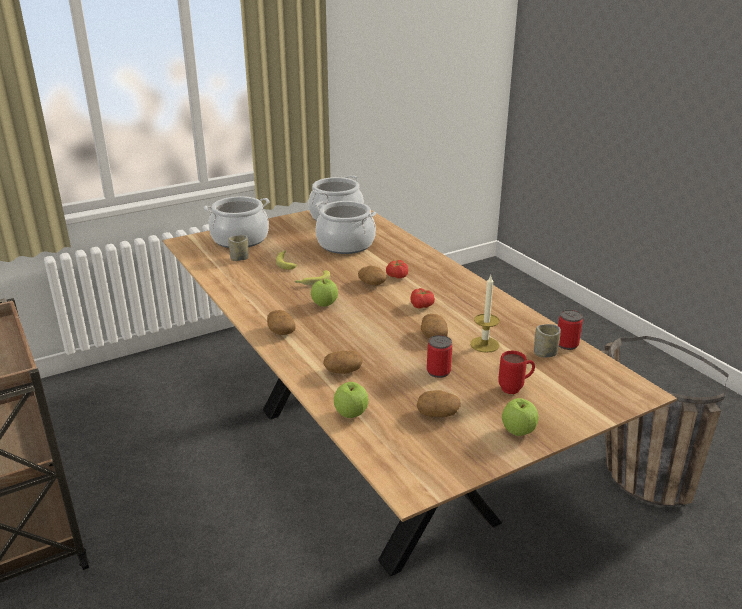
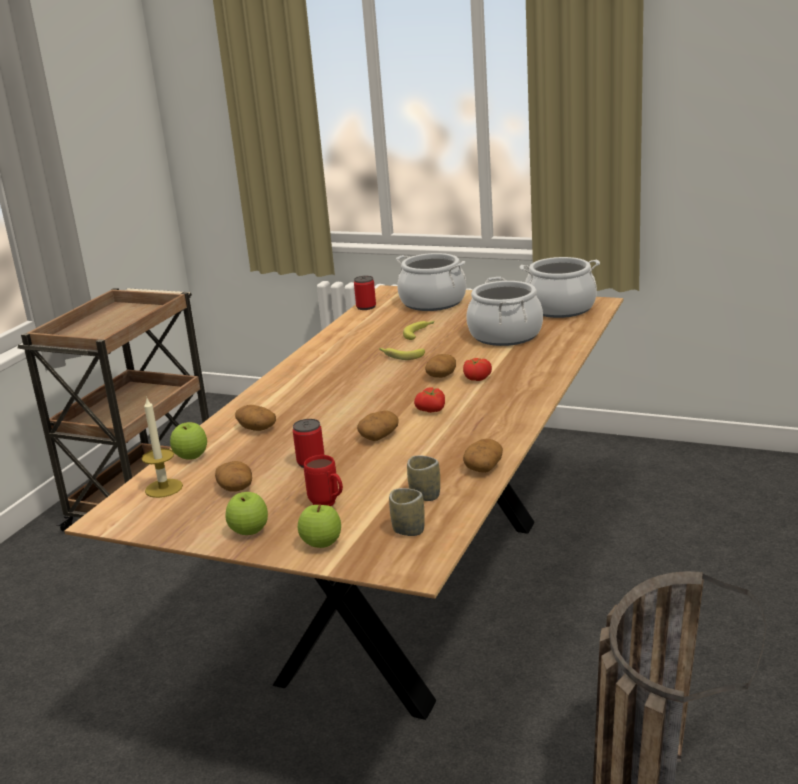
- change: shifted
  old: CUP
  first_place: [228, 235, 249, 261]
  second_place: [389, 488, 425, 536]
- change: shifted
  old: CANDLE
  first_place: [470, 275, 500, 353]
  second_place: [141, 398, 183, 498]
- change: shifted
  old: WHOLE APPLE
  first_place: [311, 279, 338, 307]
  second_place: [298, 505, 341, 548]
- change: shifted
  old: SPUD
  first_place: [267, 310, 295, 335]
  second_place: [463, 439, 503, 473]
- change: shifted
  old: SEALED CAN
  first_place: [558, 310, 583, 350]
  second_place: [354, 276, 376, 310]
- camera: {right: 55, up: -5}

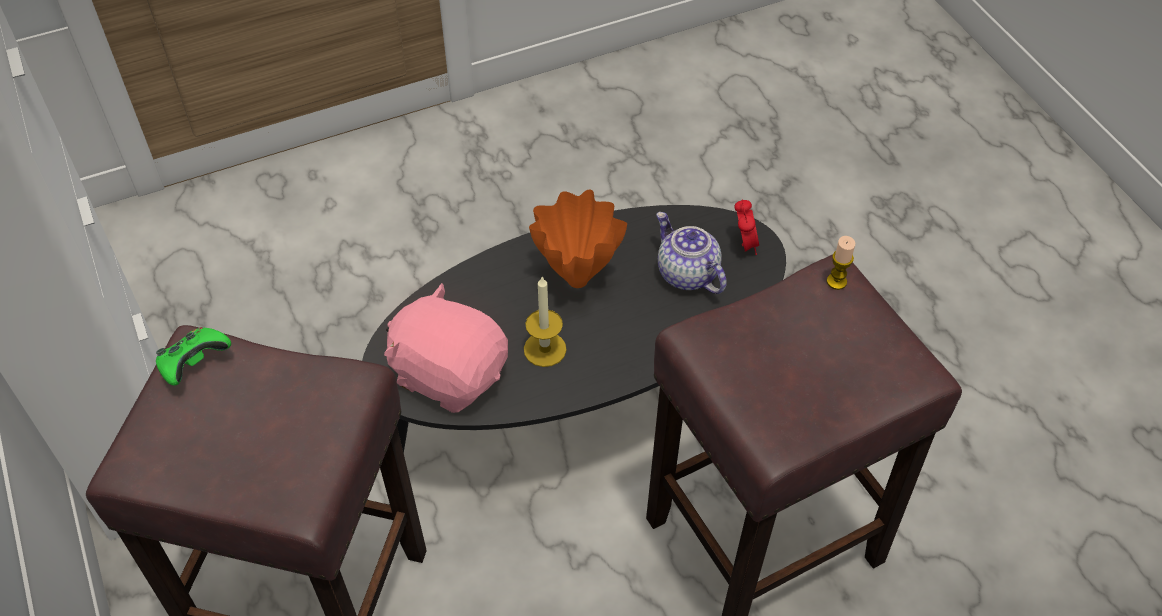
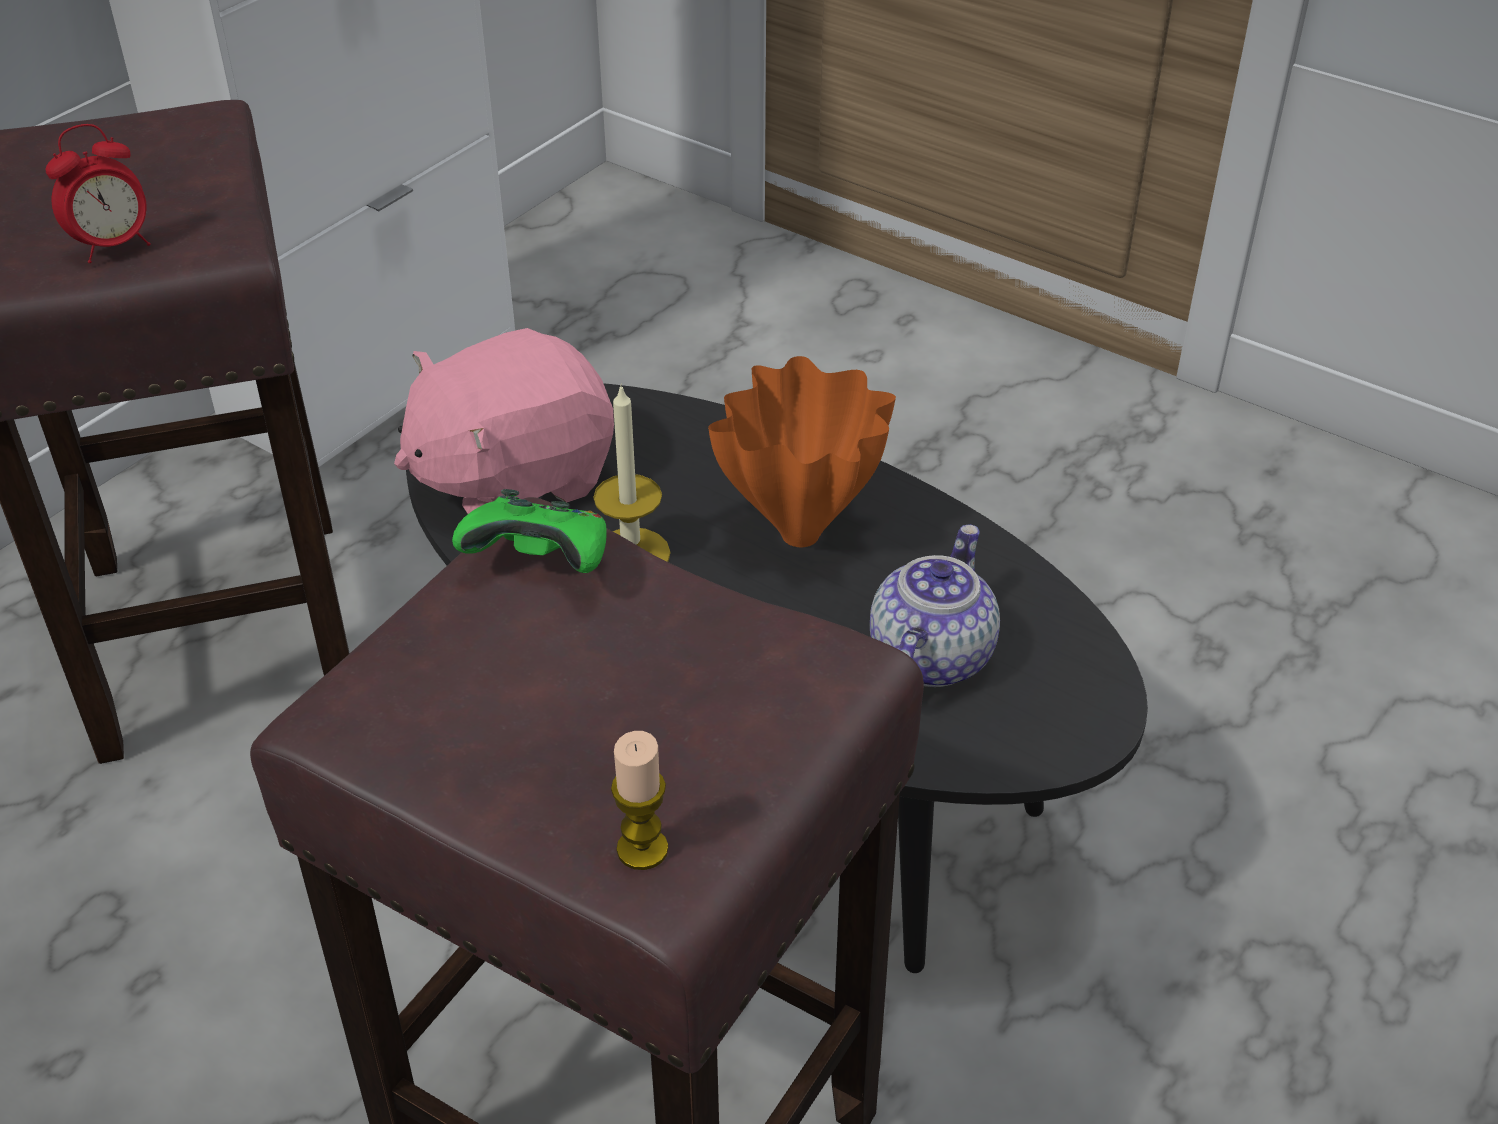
- change: shifted
  old: ALARM CLOCK
  first_place: [735, 200, 759, 255]
  second_place: [45, 124, 150, 263]
- change: shifted
  old: CANDLE
  first_place: [827, 236, 855, 290]
  second_place: [611, 731, 668, 870]
- change: rotated
  old: PINK PLUSH TOY
  first_place: [384, 283, 508, 413]
  second_place: [394, 328, 614, 514]
  degrees: -120
- change: shifted
  old: GREEN-COLOURED GAMEPAD
  first_place: [156, 327, 231, 386]
  second_place: [452, 489, 607, 573]
- camera: {right: 60, up: -10}

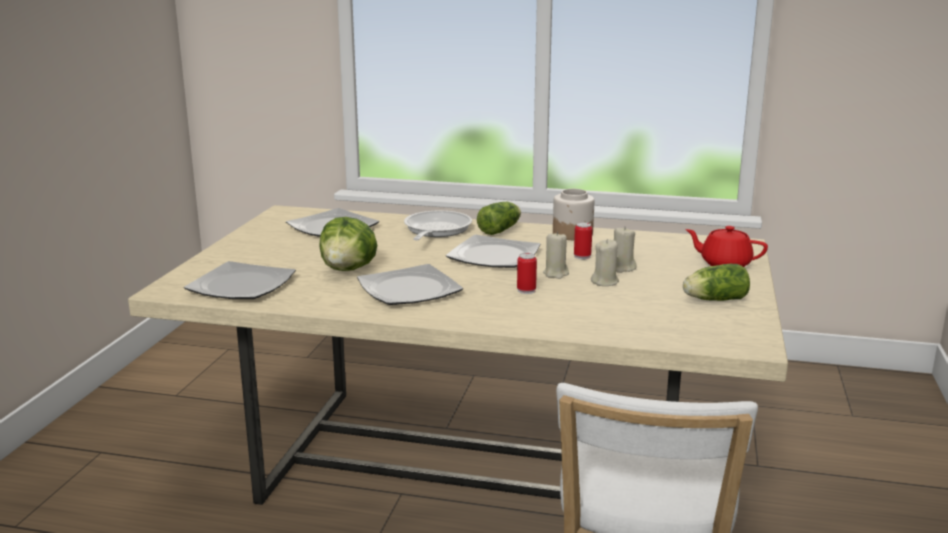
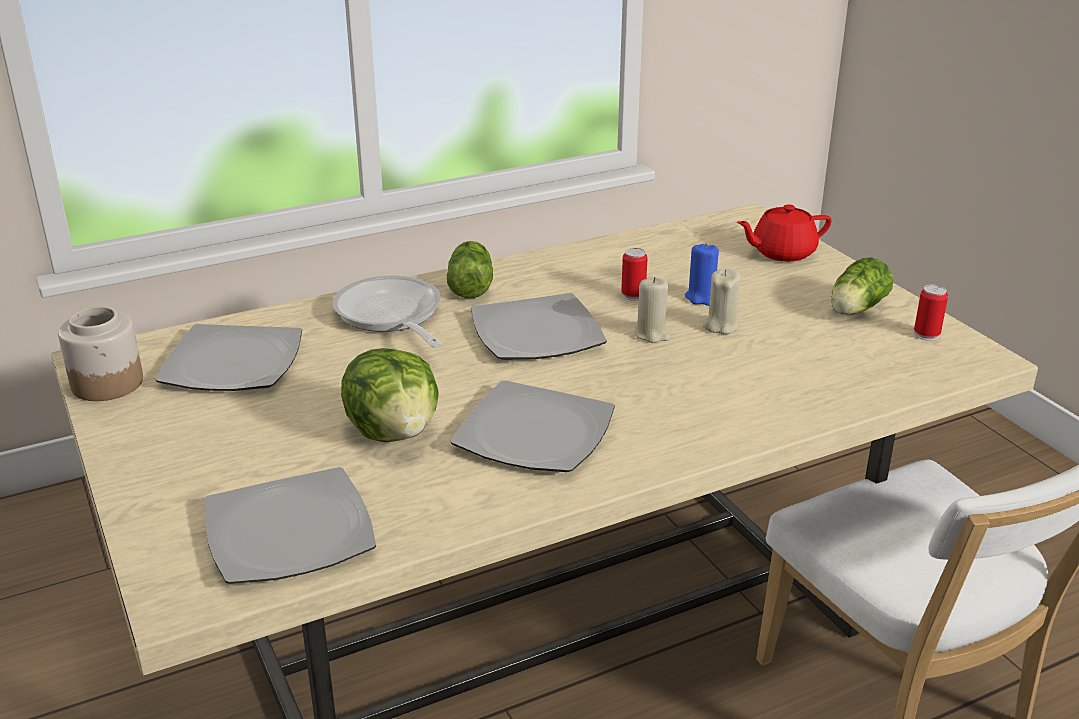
- change: shifted
  old: STORAGE JAR
  first_place: [553, 189, 595, 240]
  second_place: [58, 306, 143, 401]
- change: repainted
  old: BEIGE-COLOURED CANDLE
  new: BLUISH CANDLE
  first_place: [614, 227, 637, 273]
  second_place: [685, 243, 719, 306]
- change: shifted
  old: SEALED CAN
  first_place: [517, 253, 537, 294]
  second_place: [914, 284, 948, 341]
- camera: {right: -40, up: 10}

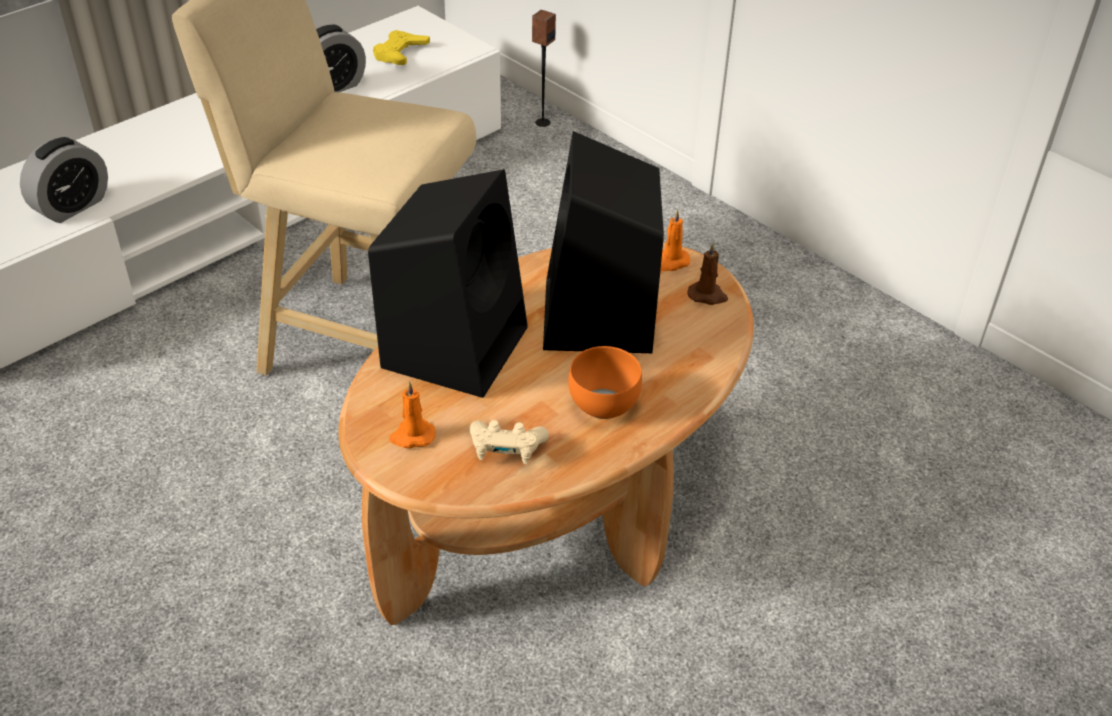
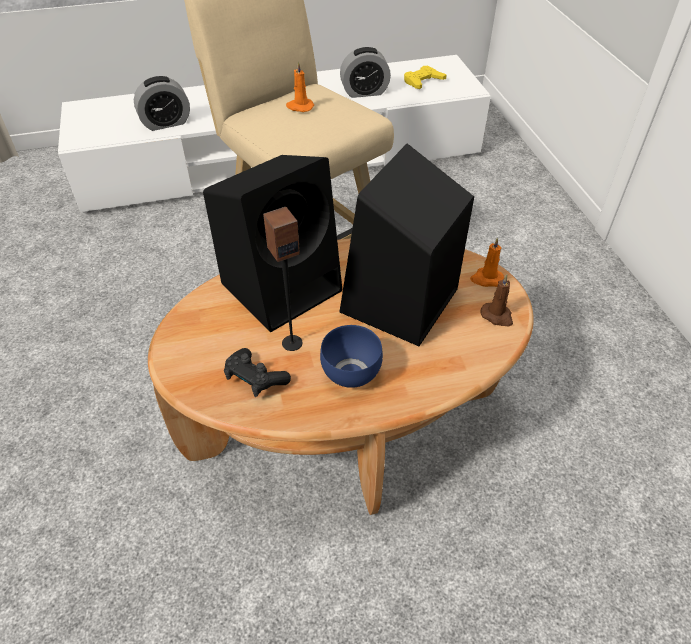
- change: shifted
  old: SPEAKER
  first_place: [532, 10, 556, 127]
  second_place: [263, 207, 303, 351]
- change: repainted
  old: ORANGE-COLOURED SERVING BOWL
  new: BLUISH SERVING BOWL
  first_place: [568, 346, 642, 419]
  second_place: [320, 325, 383, 388]
- change: shifted
  old: ORANGE-COLOURED CANDLE
  first_place: [389, 381, 436, 448]
  second_place: [286, 61, 314, 112]
- change: repainted
  old: BEIGE-COLOURED GAMEPAD
  new: BLACK GAMEPAD
  first_place: [469, 420, 549, 464]
  second_place: [224, 348, 291, 397]
- camera: {right: 30, up: 5}

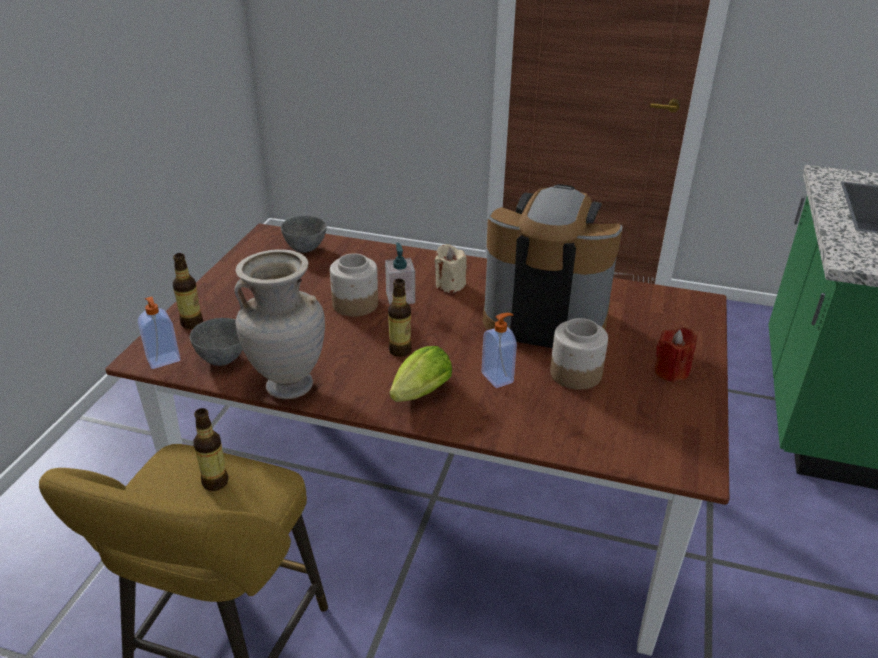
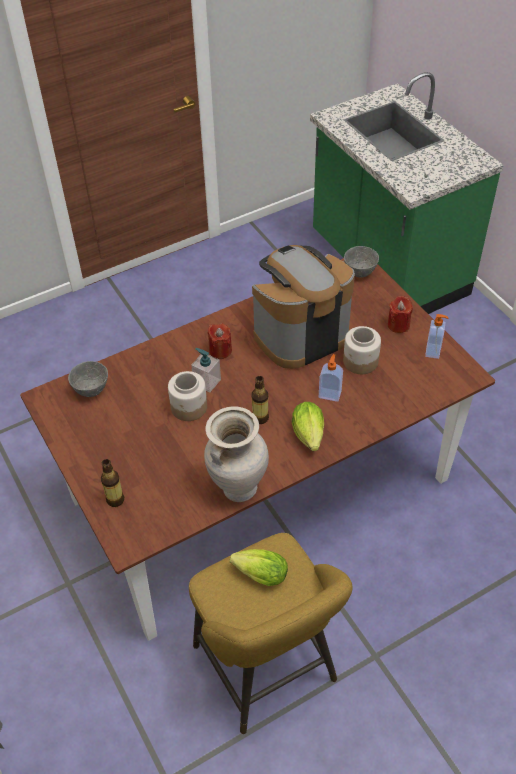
- change: repainted
  old: BEIGE-COLOURED CANDLE
  new: REDDISH CANDLE
  first_place: [435, 244, 467, 293]
  second_place: [208, 324, 232, 359]
- change: shifted
  old: LIQUID SOAP BOTTLE
  first_place: [138, 296, 180, 369]
  second_place: [425, 314, 449, 359]
- change: shifted
  old: GRAY SERVING BOWL
  first_place: [190, 318, 243, 366]
  second_place: [344, 246, 379, 278]
- change: swapped
  old: DRINK BOTTLE
  new: LETTUCE
  first_place: [193, 408, 229, 491]
  second_place: [230, 549, 288, 586]
- camera: {right: -45, up: 15}

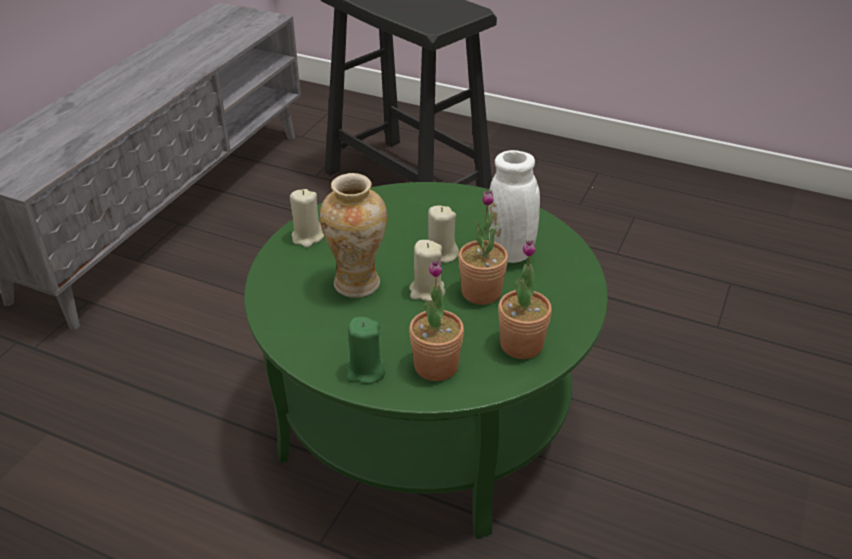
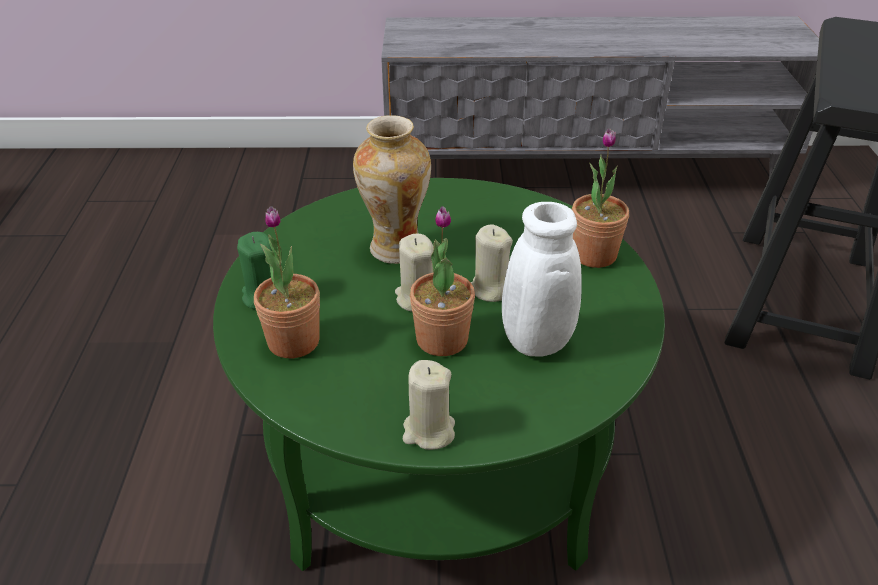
- change: shifted
  old: BEIGE-COLOURED CANDLE
  first_place: [290, 189, 324, 248]
  second_place: [403, 360, 455, 450]
- change: shifted
  old: HOUSEPLANT
  first_place: [498, 240, 552, 359]
  second_place: [572, 128, 629, 268]
- camera: {right: 65, up: 0}

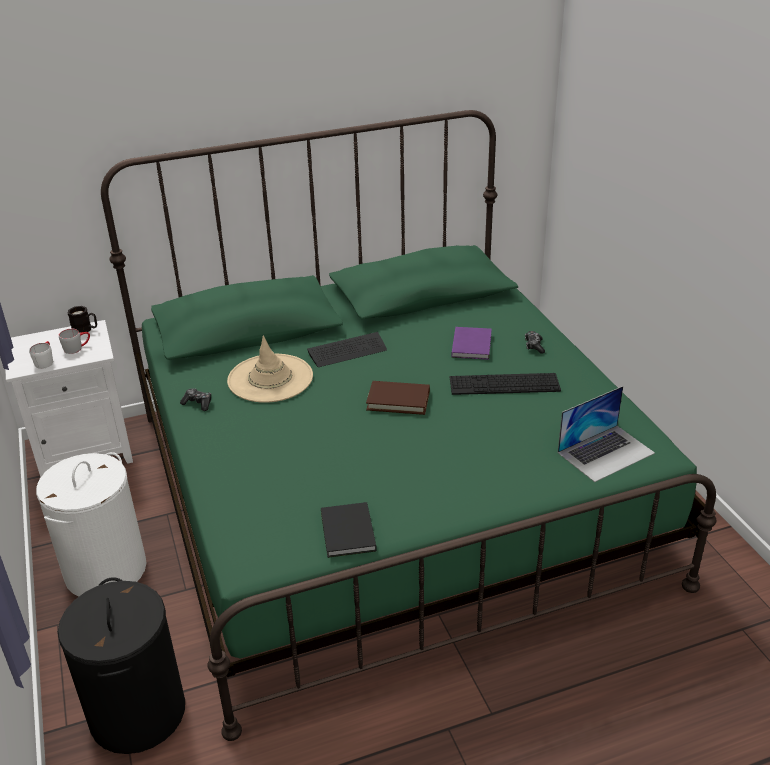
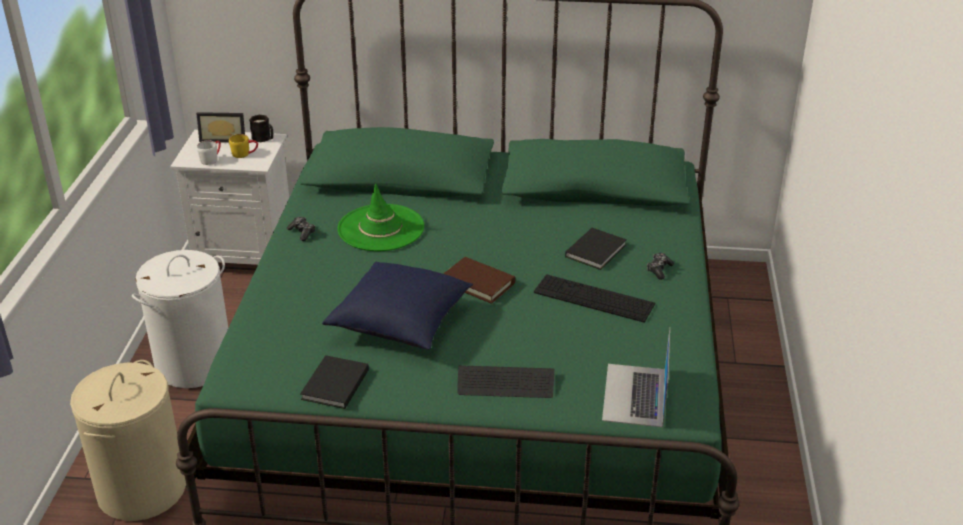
- change: repainted
  old: PURPLE VOLUME
  new: BLACK VOLUME
  first_place: [451, 327, 492, 360]
  second_place: [565, 228, 627, 270]
- change: repainted
  old: GRAY COFFEE MUG
  new: YELLOWISH COFFEE MUG
  first_place: [59, 329, 90, 354]
  second_place: [229, 134, 258, 158]
- change: shifted
  old: PC KEYBOARD
  first_place: [307, 332, 387, 367]
  second_place: [457, 365, 554, 398]
- change: repainted
  old: BEIGE-COLOURED WEARABLE HAT
  new: GREEN-COLOURED WEARABLE HAT
  first_place: [227, 335, 313, 403]
  second_place: [338, 183, 424, 251]
- change: rotated
  old: LAPTOP
  first_place: [558, 386, 655, 482]
  second_place: [602, 328, 670, 427]
  degrees: 105
- change: repainted
  old: BLACK LAUNDRY BASKET
  new: BEIGE-COLOURED LAUNDRY BASKET
  first_place: [58, 577, 185, 754]
  second_place: [70, 360, 186, 521]
- change: new
  new: STANDING FRAME
  second_place: [196, 112, 245, 143]
- change: new
  new: BLUISH CUSHION
  second_place: [322, 261, 473, 350]
- camera: {right: 25, up: 0}

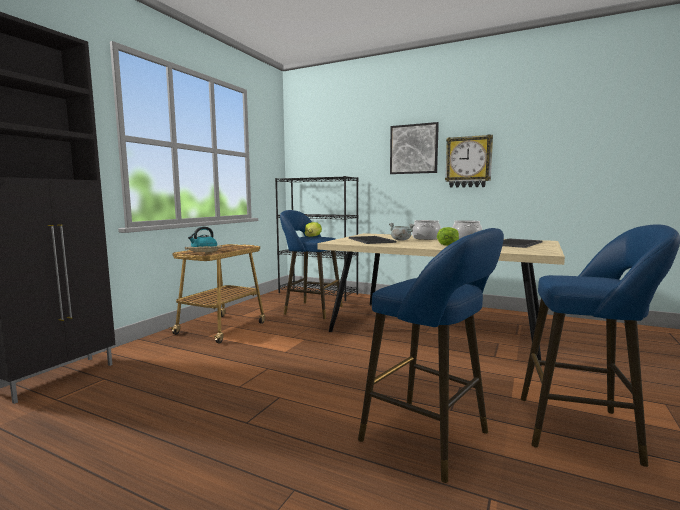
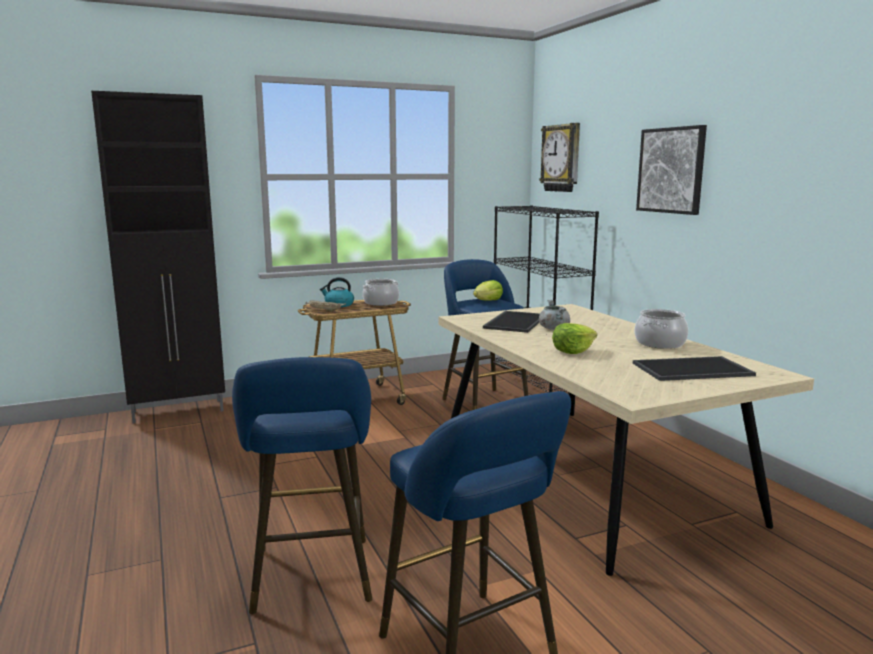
- change: shifted
  old: HANGING CLOCK
  first_place: [445, 135, 493, 188]
  second_place: [539, 123, 580, 192]
- change: shifted
  old: COOKING POT
  first_place: [412, 220, 441, 240]
  second_place: [363, 279, 399, 306]
- camera: {right: 40, up: 5}

